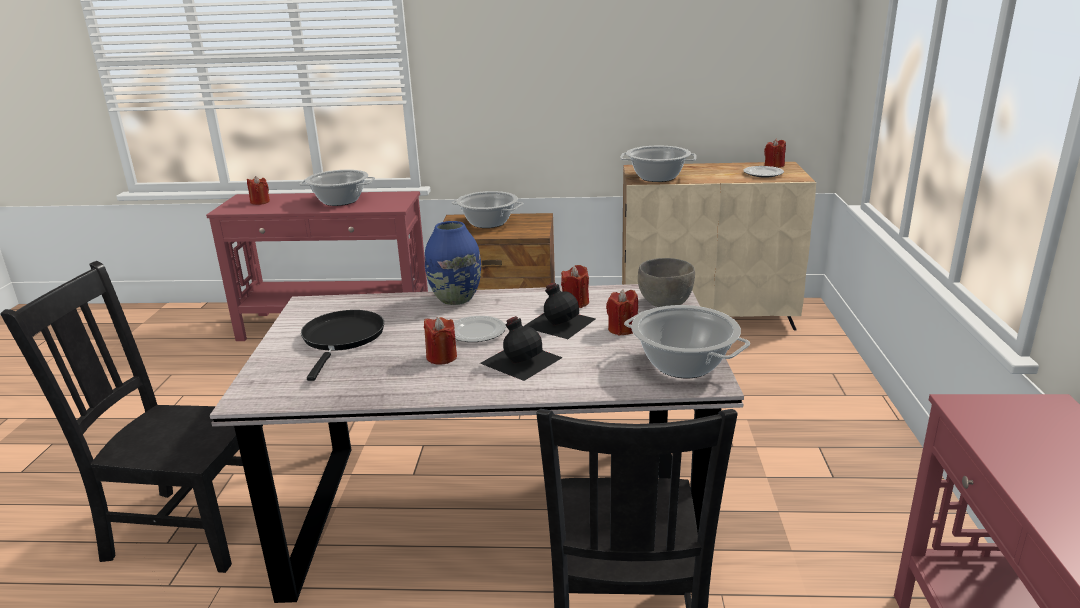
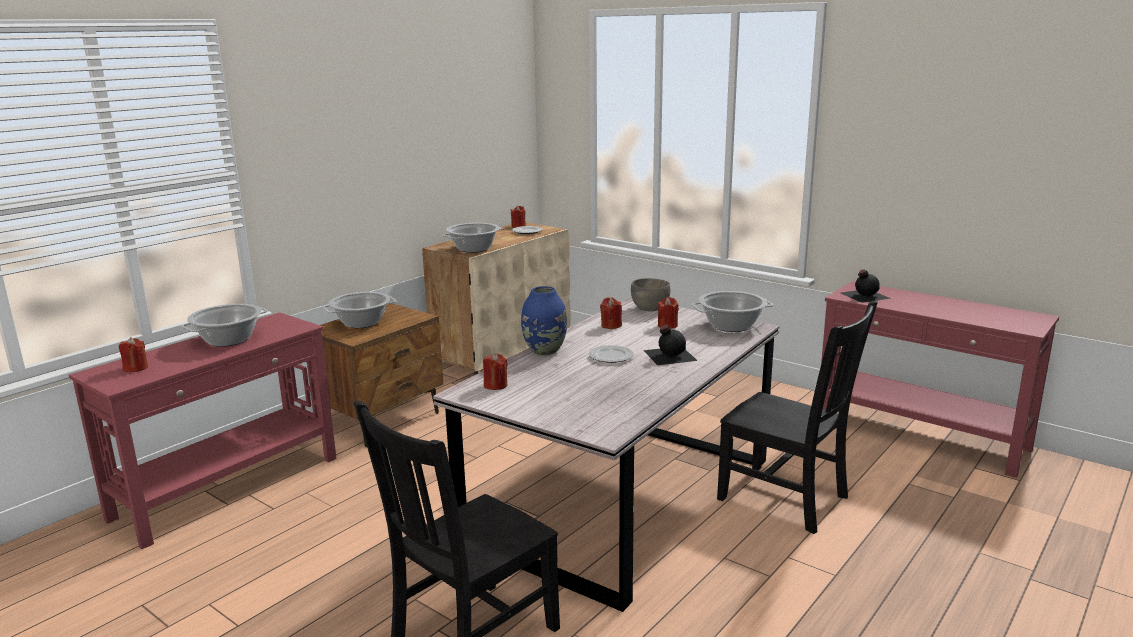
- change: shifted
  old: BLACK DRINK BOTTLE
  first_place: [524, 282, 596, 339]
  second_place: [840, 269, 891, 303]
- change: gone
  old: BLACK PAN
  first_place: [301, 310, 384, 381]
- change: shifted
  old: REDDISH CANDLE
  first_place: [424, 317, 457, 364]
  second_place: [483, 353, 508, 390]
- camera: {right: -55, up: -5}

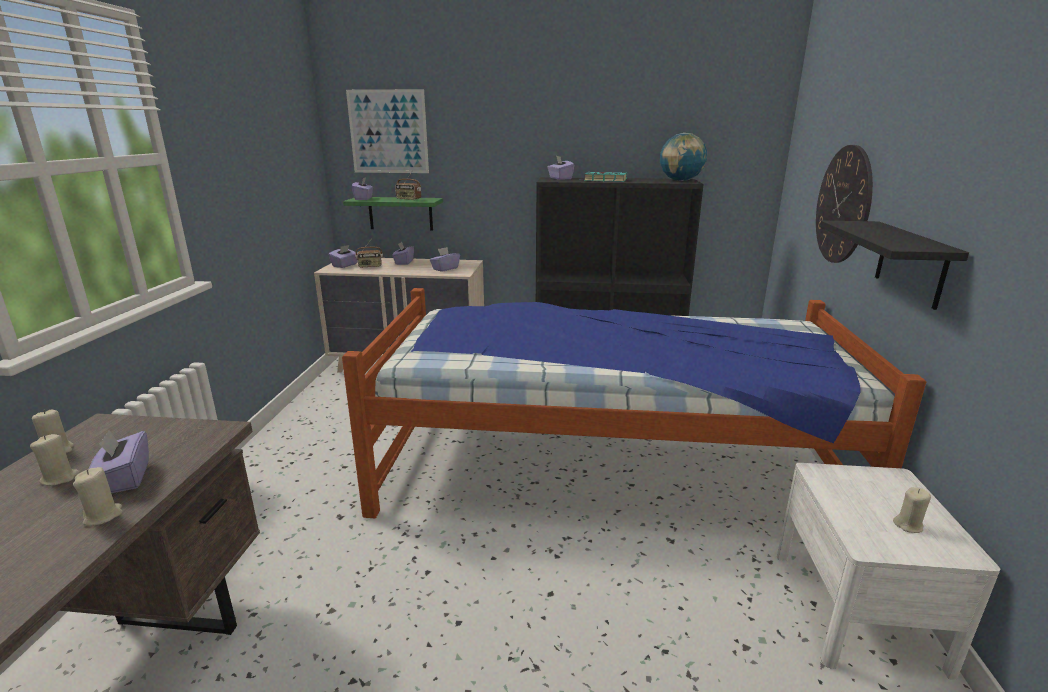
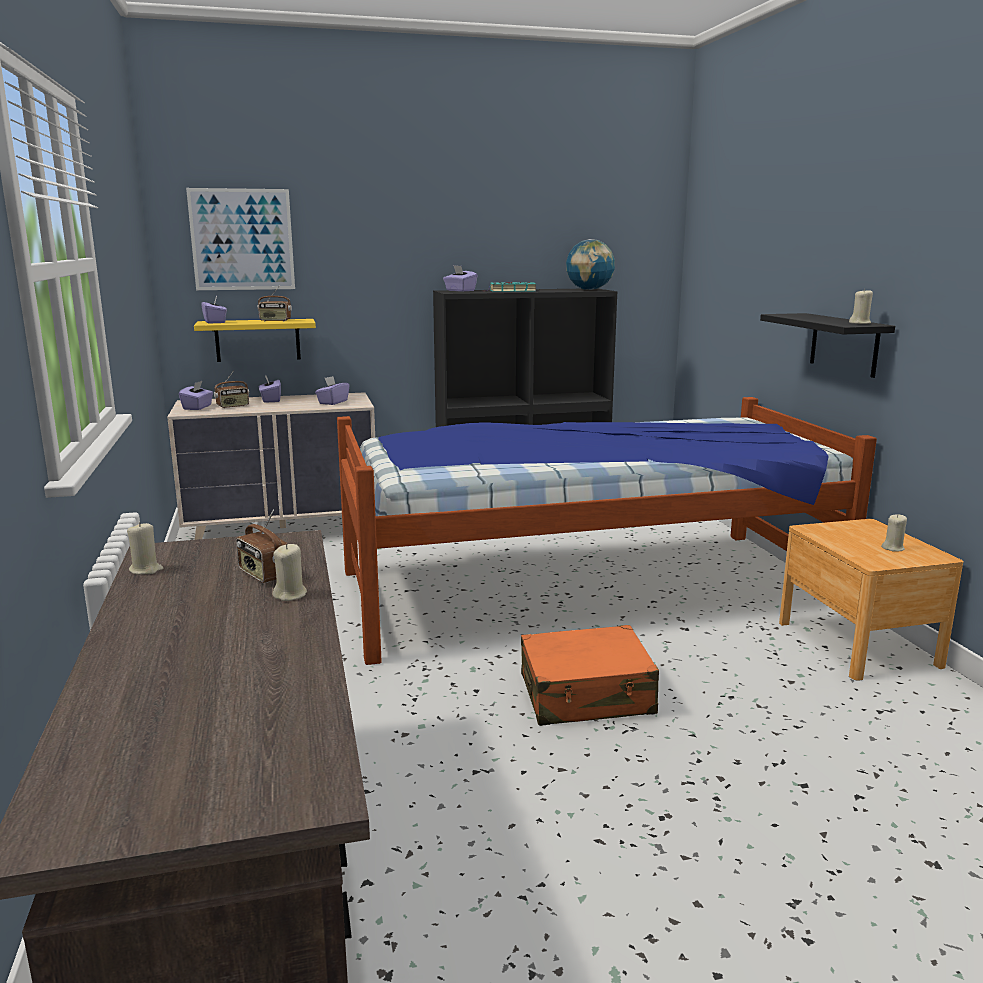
- change: gone
  old: HANGING CLOCK
  first_place: [816, 145, 873, 263]
- change: repainted
  old: GREEN-COLOURED SHELF
  new: YELLOWISH SHELF
  first_place: [343, 197, 443, 230]
  second_place: [194, 319, 316, 362]
- change: swapped
  old: PURPLE TISSUE HOLDER
  new: RADIO SET
  first_place: [89, 430, 149, 493]
  second_place: [236, 510, 287, 583]
- change: shifted
  old: BEIGE-COLOURED CANDLE
  first_place: [30, 434, 80, 486]
  second_place: [849, 289, 873, 324]
- change: repainted
  old: WHITE-COLOURED NIGHT TABLE
  new: BROWN-COLOURED NIGHT TABLE
  first_place: [777, 463, 1000, 680]
  second_place: [779, 519, 963, 681]
- change: new
  new: ORANGE-COLOURED TRAVEL CASE
  second_place: [521, 625, 659, 726]
- camera: {right: -20, up: -5}

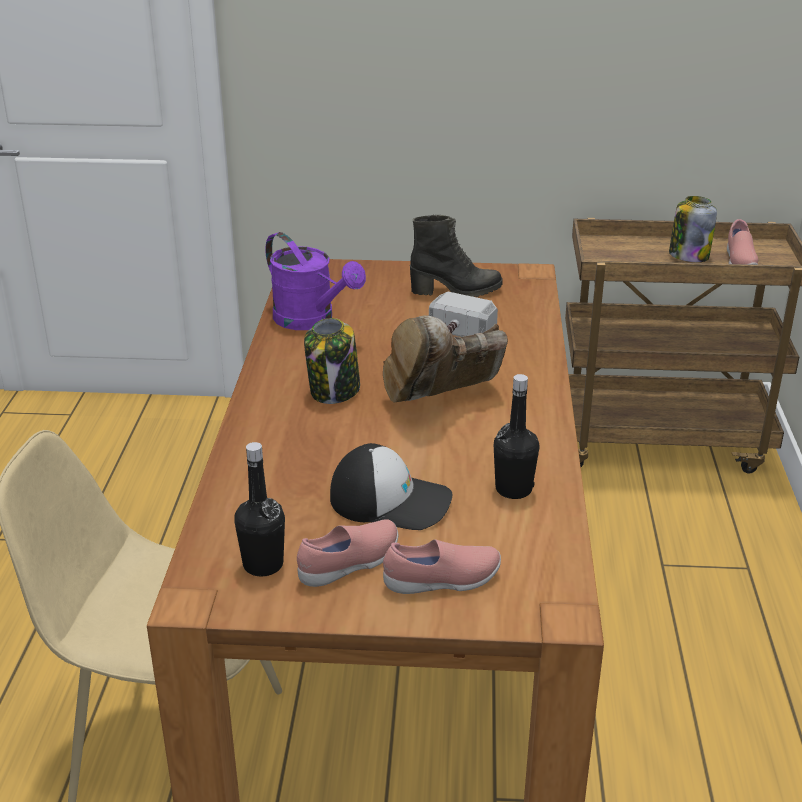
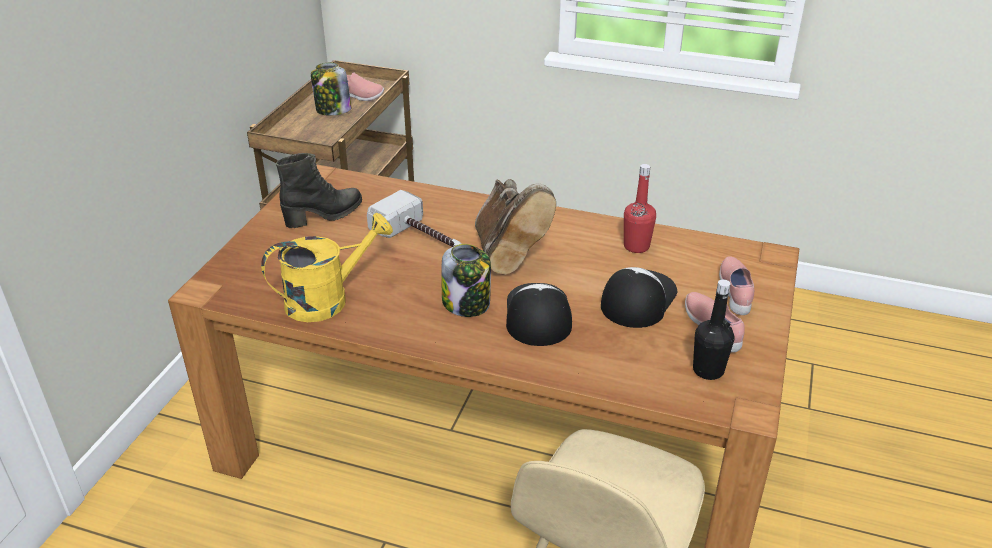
- change: rotated
  old: BLACK HIGH-TOP BOOT
  first_place: [410, 215, 503, 297]
  second_place: [276, 153, 362, 228]
  degrees: 45
- change: repainted
  old: PURPLE WATERING POT
  new: YELLOWISH WATERING POT
  first_place: [265, 232, 366, 330]
  second_place: [261, 213, 393, 322]
- change: repainted
  old: BLACK DRINK BOTTLE
  new: REDDISH DRINK BOTTLE
  first_place: [494, 374, 539, 499]
  second_place: [624, 164, 656, 253]
- change: new
  new: PEAKED CAP
  second_place: [506, 283, 572, 346]
- camera: {right: -75, up: 5}

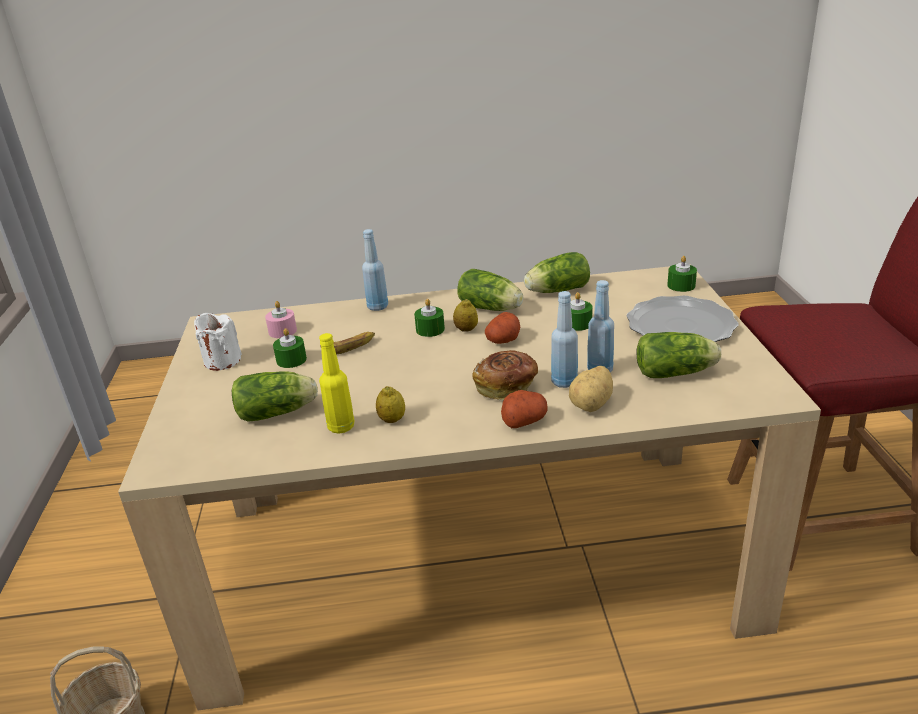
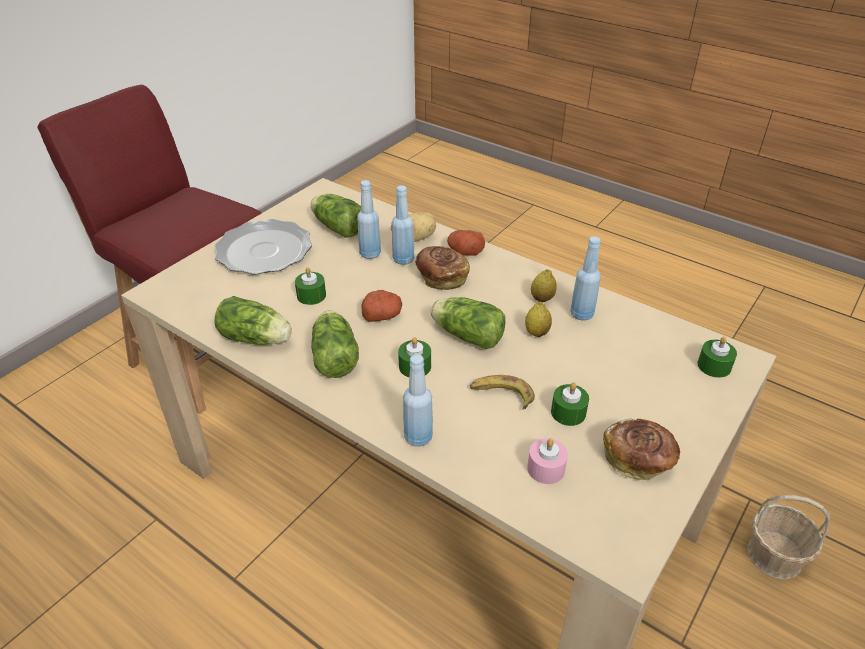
- change: shifted
  old: GREEN-COLOURED CANDLE
  first_place: [667, 256, 697, 292]
  second_place: [697, 337, 737, 378]
- change: shifted
  old: LEMON
  first_place: [453, 299, 478, 332]
  second_place: [525, 302, 552, 337]
- change: swapped
  old: WHITE-COLOURED CANDLE
  new: BREAD
  first_place: [194, 313, 242, 371]
  second_place: [603, 418, 680, 480]
- change: repainted
  old: YELLOWISH DRINK BOTTLE
  new: BLUISH DRINK BOTTLE
  first_place: [319, 333, 354, 434]
  second_place: [570, 236, 601, 321]
- change: shifted
  old: LETTUCE
  first_place: [232, 371, 318, 422]
  second_place: [430, 297, 505, 349]
- camera: {right: -140, up: 10}

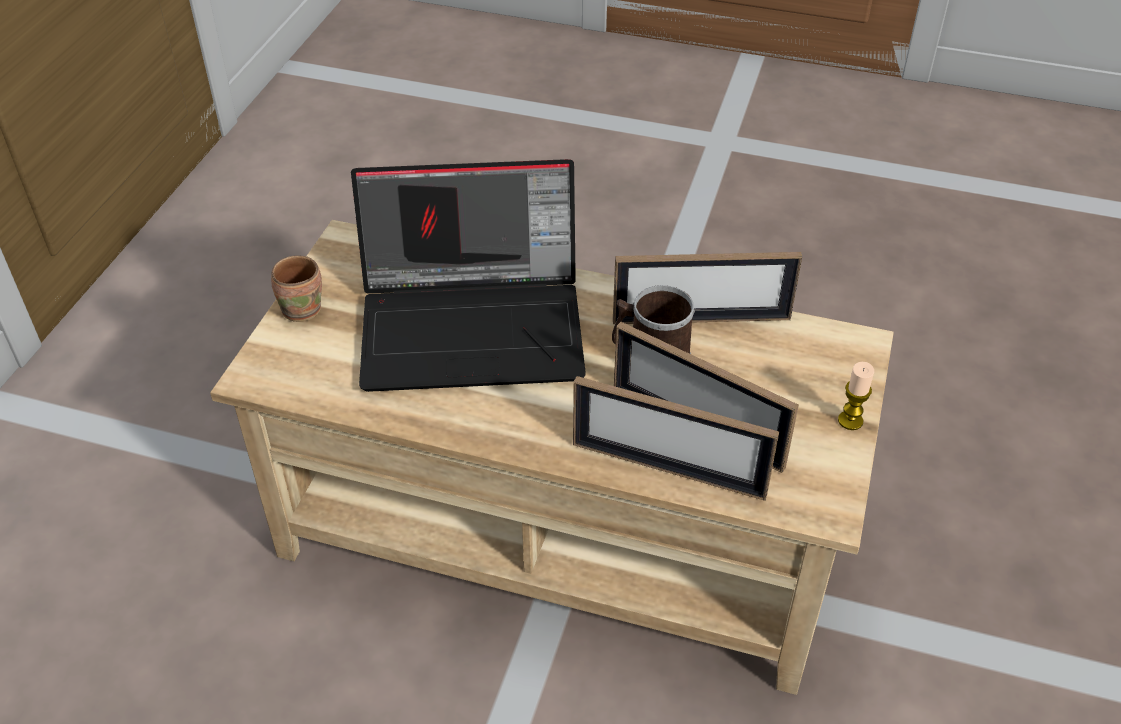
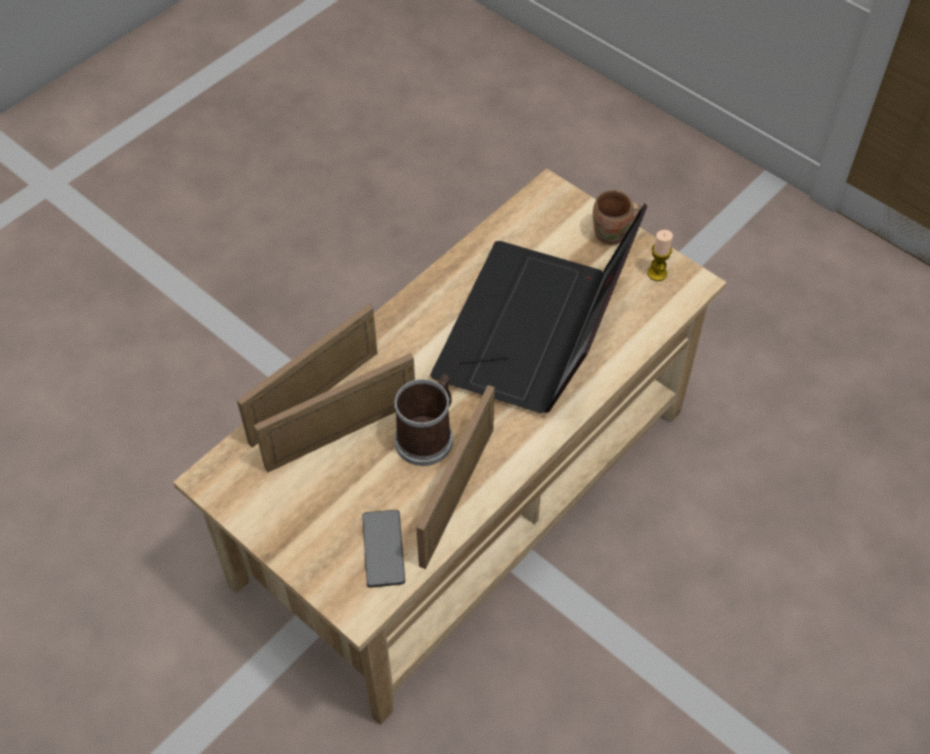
- change: shifted
  old: CANDLE
  first_place: [838, 362, 874, 430]
  second_place: [647, 230, 673, 281]
- change: new
  new: PHONE
  second_place: [362, 510, 405, 588]
- camera: {right: 115, up: 10}

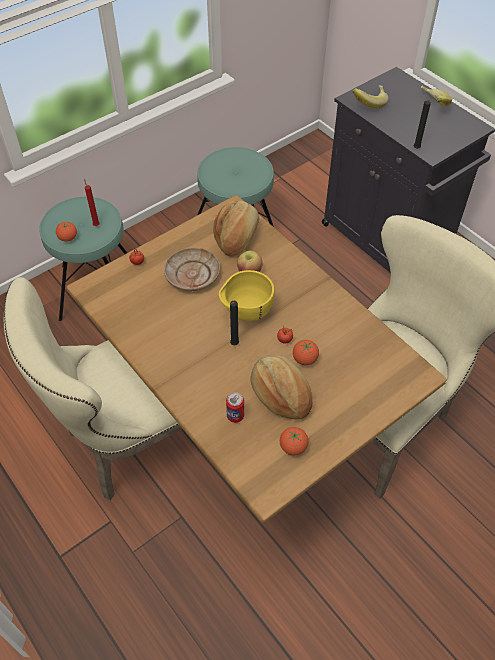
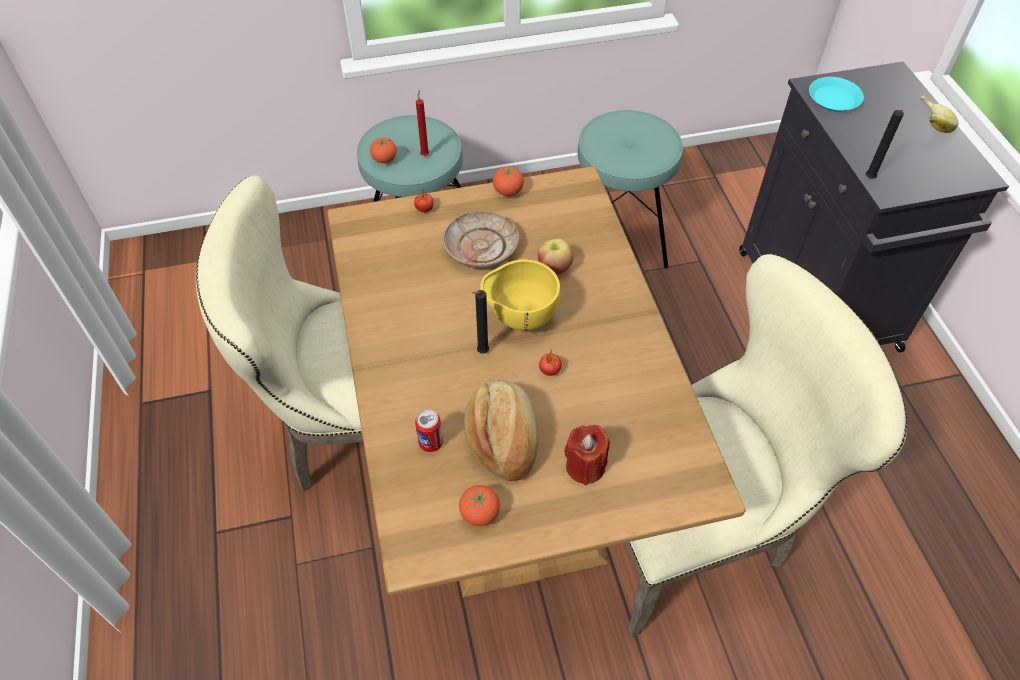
- change: swapped
  old: BANANA
  new: TURQUOISE-COLOURED PLATE
  first_place: [353, 85, 388, 108]
  second_place: [809, 77, 864, 112]
- change: gone
  old: BREAD
  first_place: [213, 201, 259, 257]
- change: shifted
  old: FRESH TOMATO
  first_place: [293, 340, 319, 365]
  second_place: [493, 166, 524, 196]
- change: new
  new: REDDISH CANDLE
  second_place: [564, 425, 610, 486]
- camera: {right: 25, up: 0}

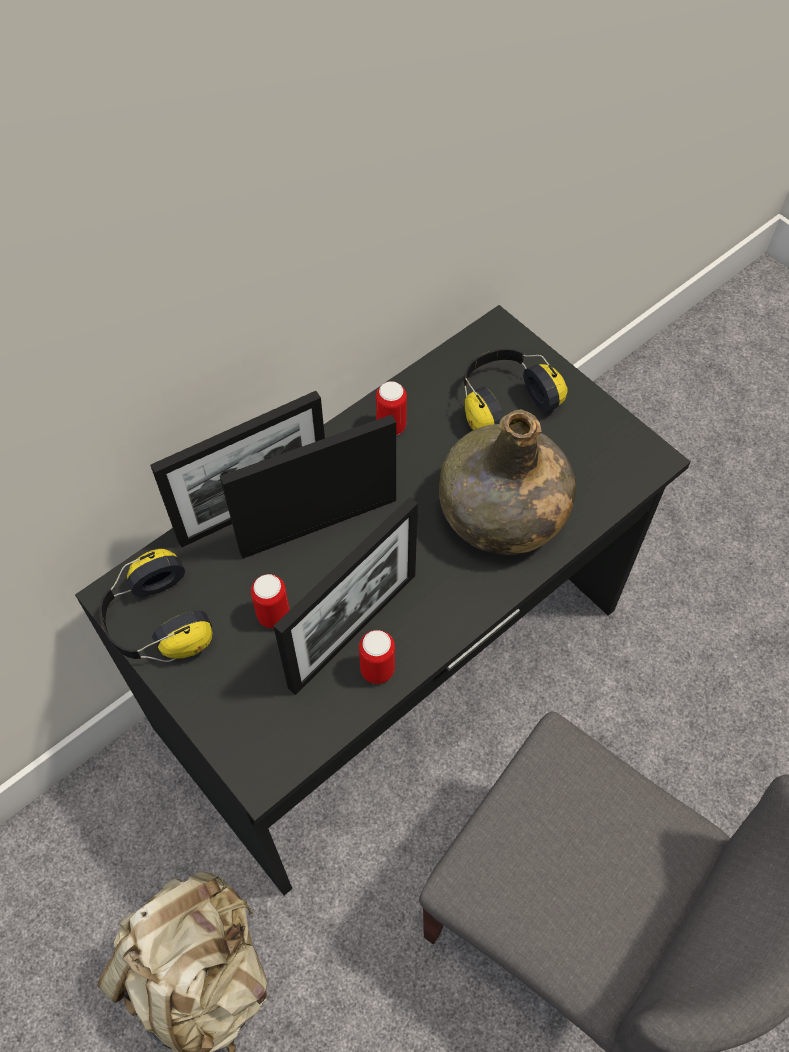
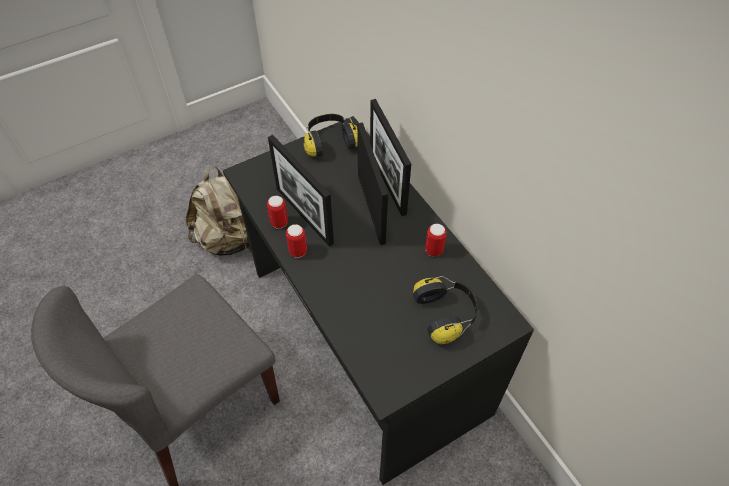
- change: gone
  old: GREEN-COLOURED DRINK BOTTLE
  first_place: [439, 409, 576, 555]
- change: shifted
  old: SEALED CAN
  first_place: [251, 574, 290, 628]
  second_place: [286, 224, 307, 258]
- camera: {right: 100, up: -5}

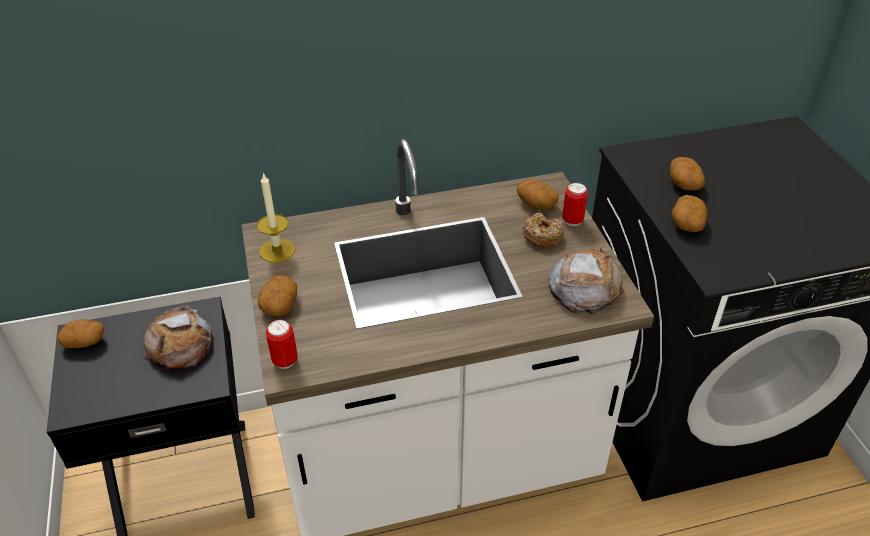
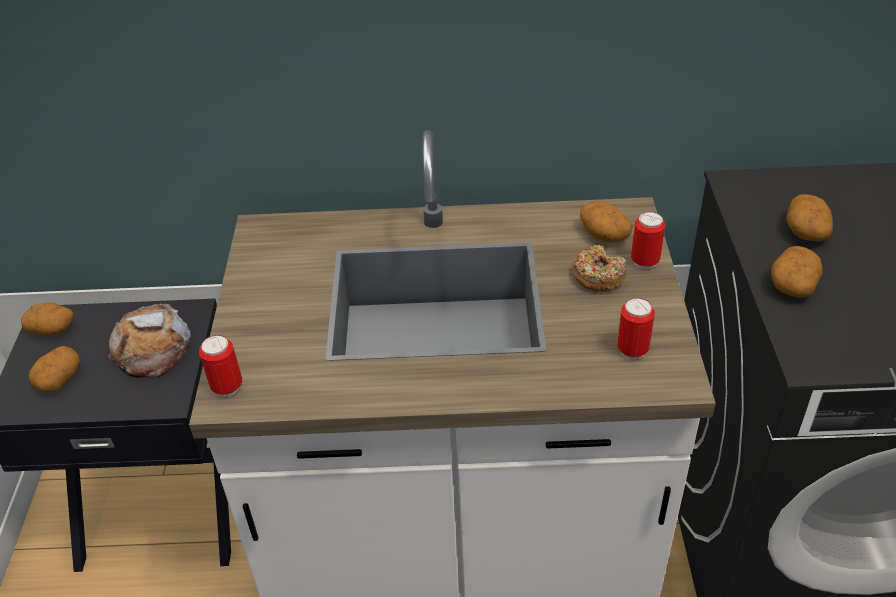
- change: gone
  old: CANDLE
  first_place: [257, 173, 295, 263]
- change: swapped
  old: BREAD
  new: SEALED CAN
  first_place: [548, 248, 625, 314]
  second_place: [617, 298, 655, 359]
- change: shifted
  old: SPUD
  first_place: [258, 275, 297, 317]
  second_place: [28, 346, 80, 393]
- camera: {right: 15, up: 0}

